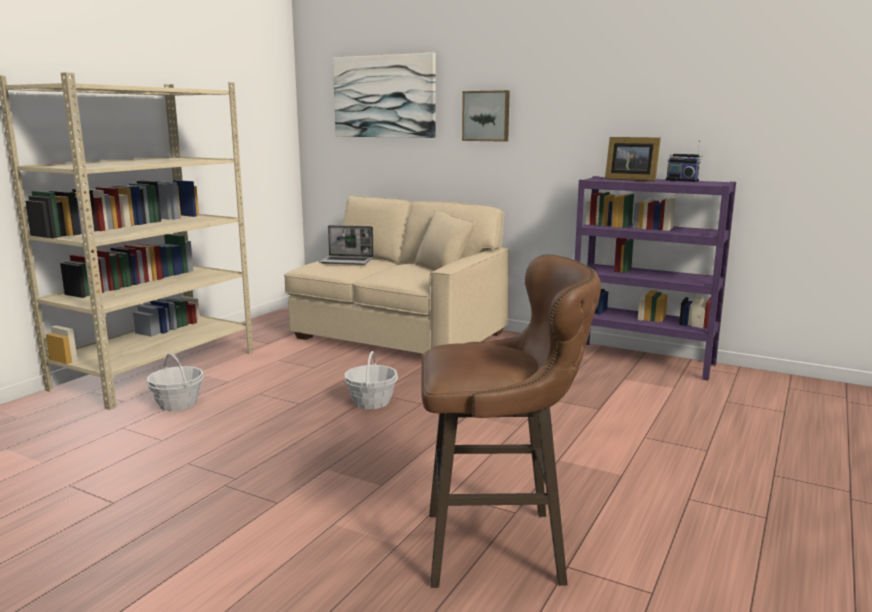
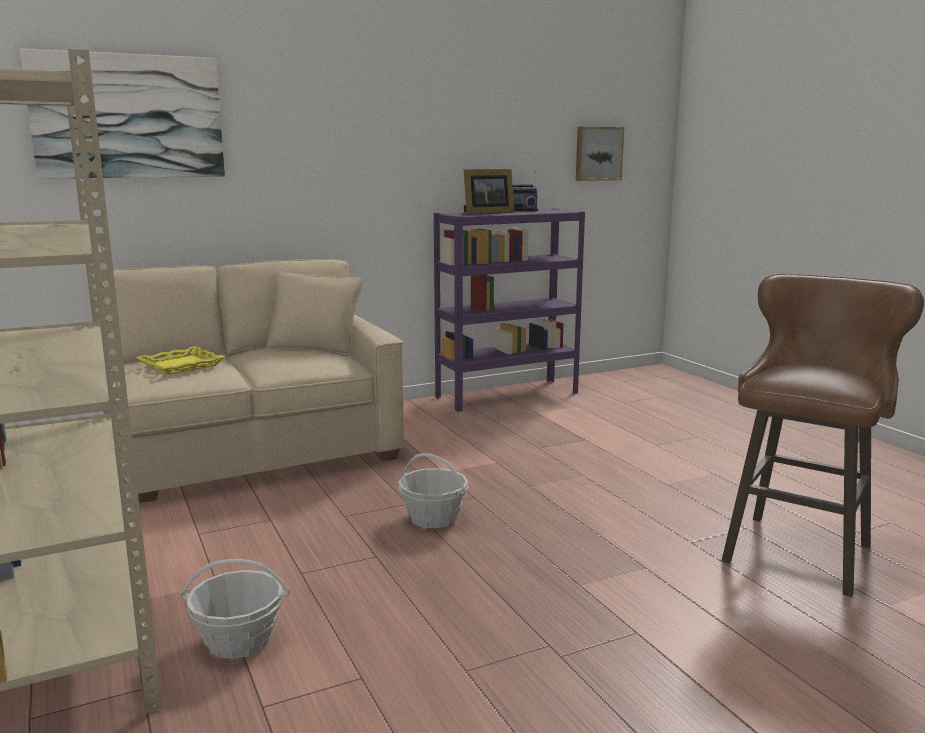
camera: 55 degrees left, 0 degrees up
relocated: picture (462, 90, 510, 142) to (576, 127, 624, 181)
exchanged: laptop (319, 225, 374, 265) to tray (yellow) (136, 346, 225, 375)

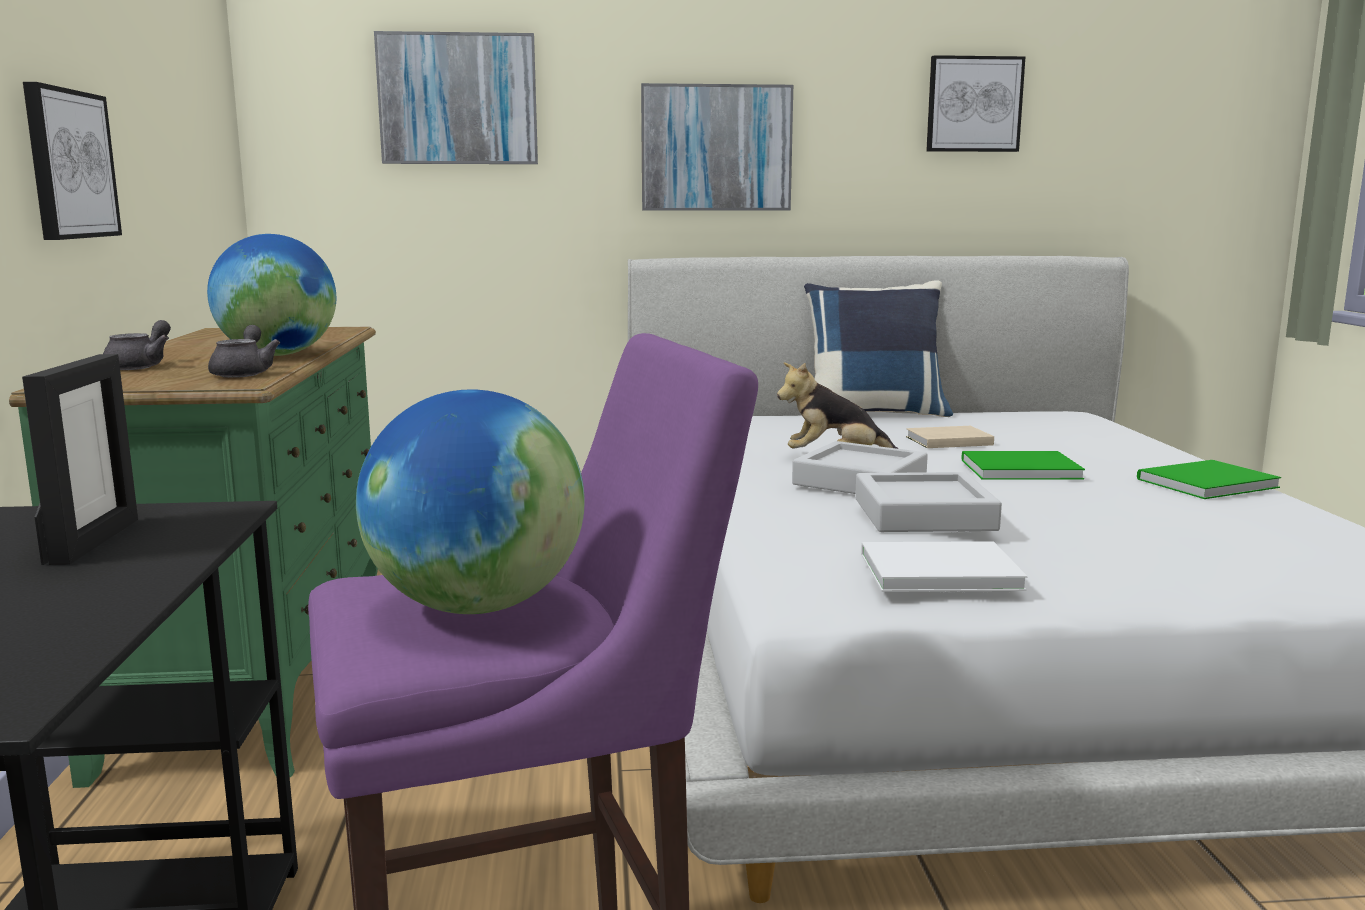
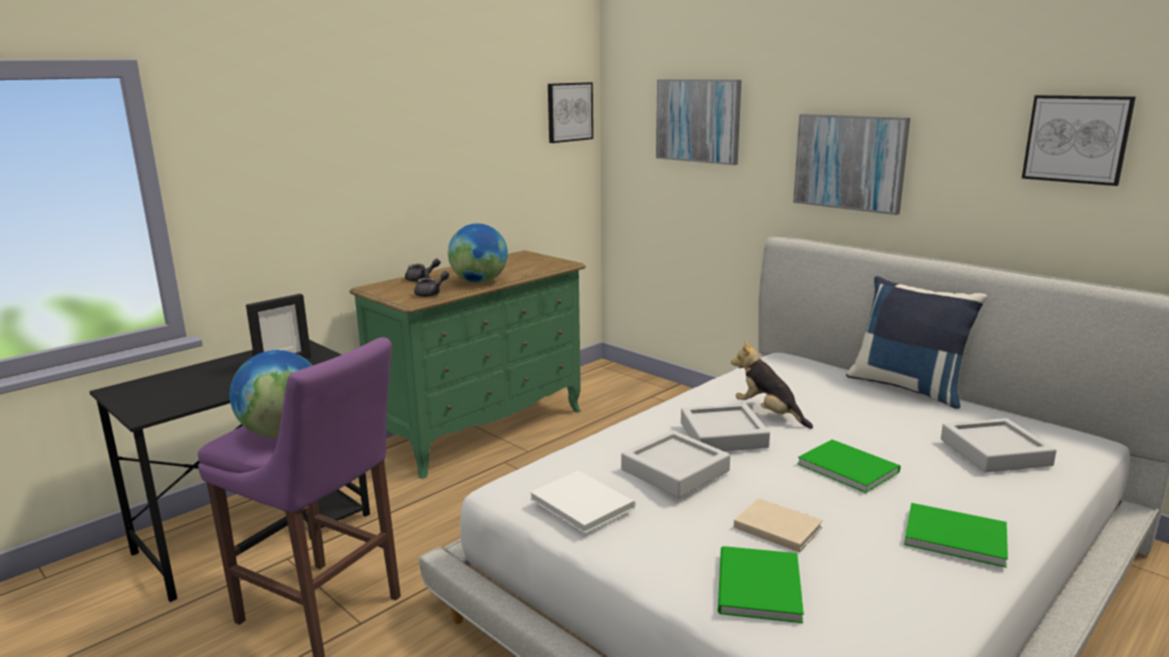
camera: 50 degrees right, 5 degrees up
appeared: book (green) (718, 546, 804, 623); tray (grey) (941, 418, 1057, 473)
relocated: picture (23, 82, 122, 240) to (548, 82, 593, 143); book (beige) (906, 426, 994, 448) to (734, 498, 823, 552)

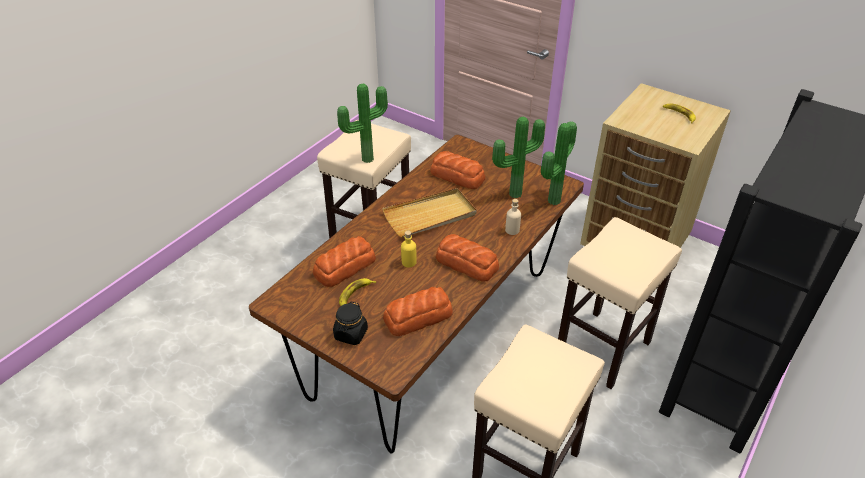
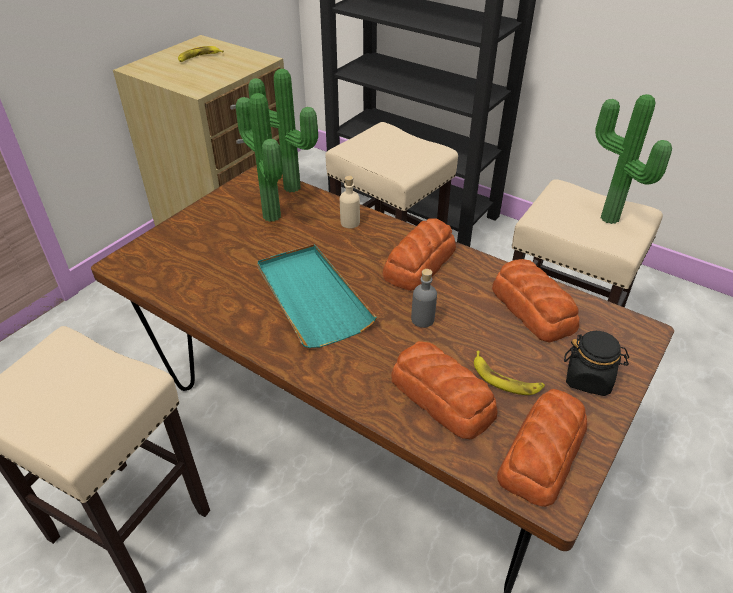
camera: 90 degrees left, 0 degrees up
relocated: potted plant (337, 84, 388, 163) to (595, 94, 672, 224); bread (430, 151, 485, 189) to (497, 389, 587, 507)
colour: tray (beige) (382, 188, 477, 237) to tray (turquoise) (257, 244, 377, 348); bottle (yellow) (401, 231, 417, 268) to bottle (grey) (411, 269, 437, 328)

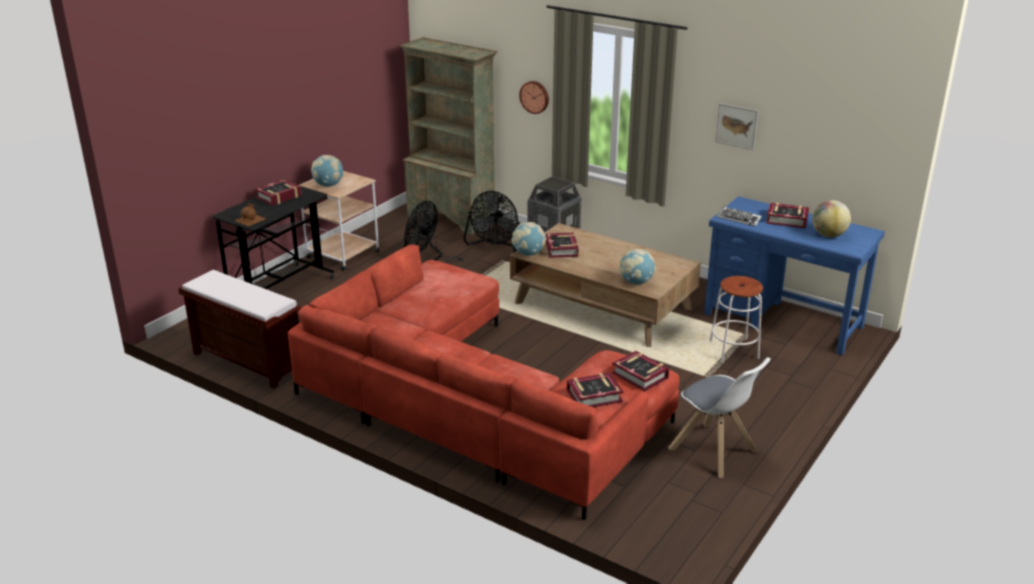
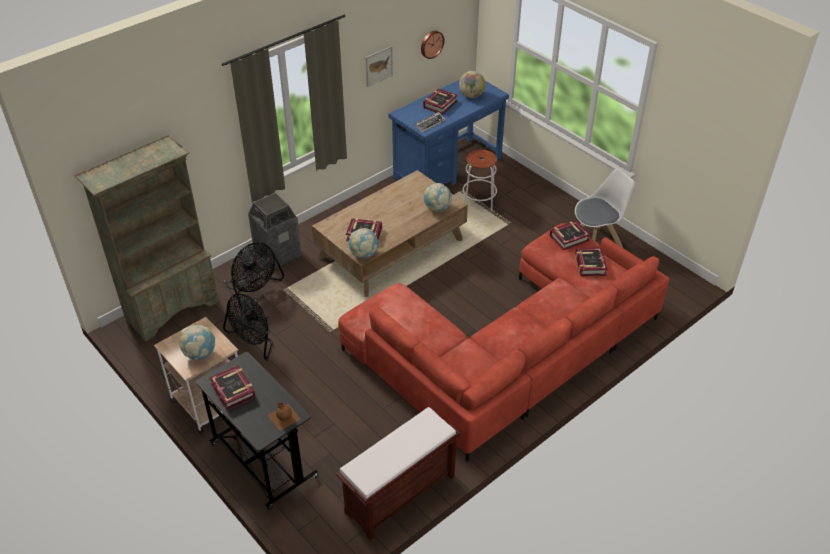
camera: 75 degrees left, 15 degrees up
relocated: wall clock (519, 81, 549, 114) to (421, 31, 444, 59)

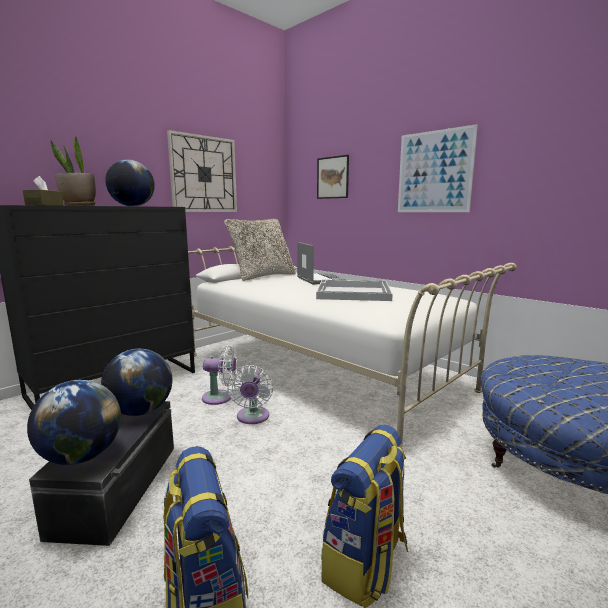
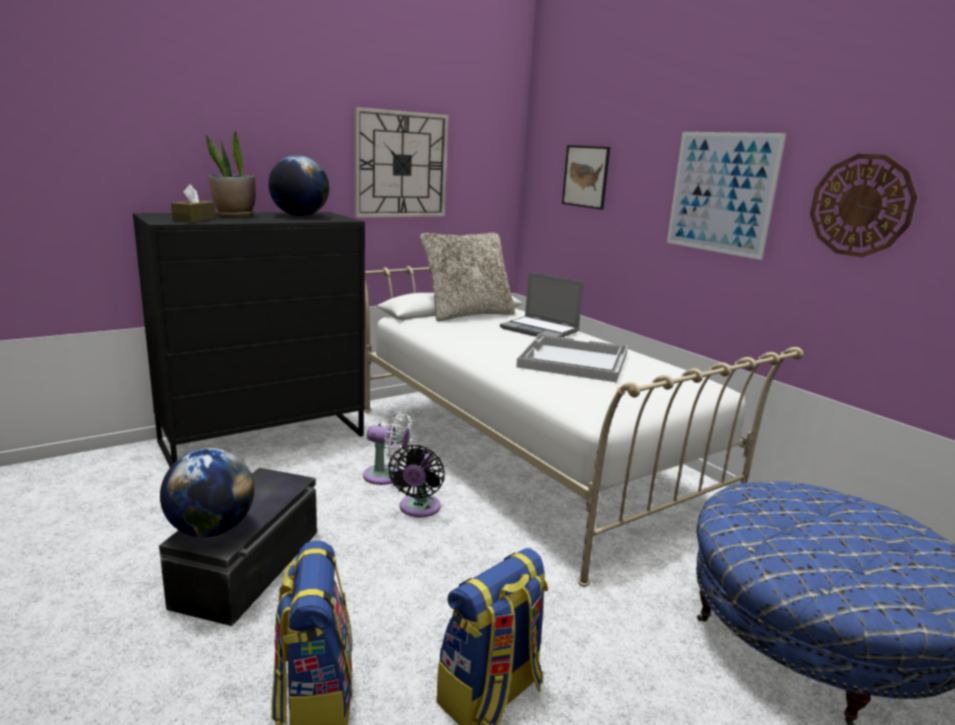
camera: 10 degrees right, 5 degrees up
missing: globe (101, 349, 172, 416)
appeared: wall clock (810, 154, 917, 257)
colour: fan (white) (227, 365, 273, 424) to fan (black) (388, 445, 445, 517)
spun: laptop (297, 242, 346, 285) = (500, 272, 584, 337) 135 degrees clockwise

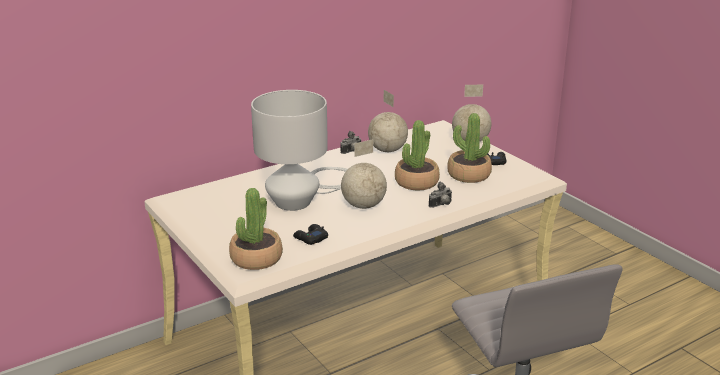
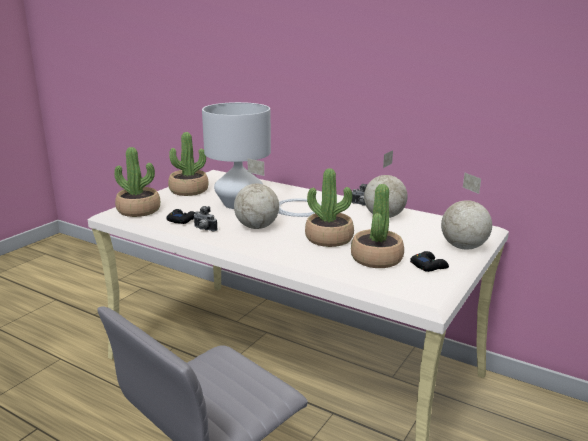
camera: 65 degrees right, 5 degrees down
appeared: potted plant (168, 132, 209, 196)
relocated: photo camera (429, 182, 452, 208) to (193, 206, 218, 231)

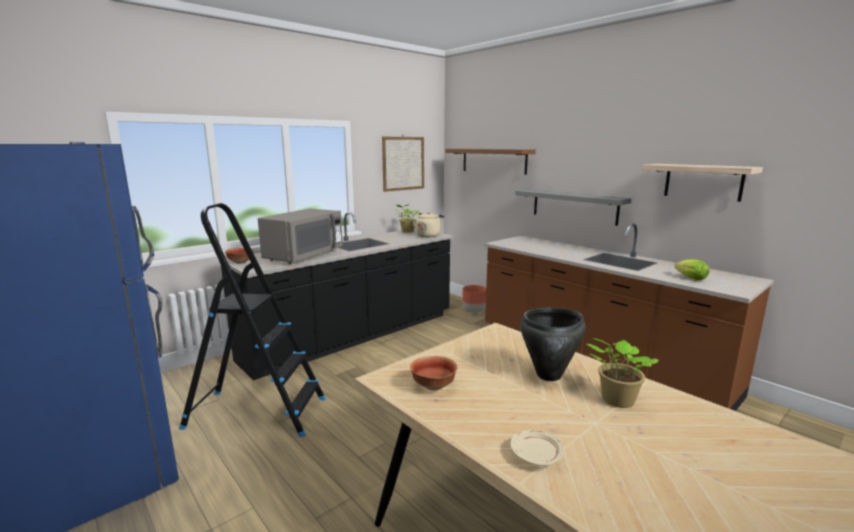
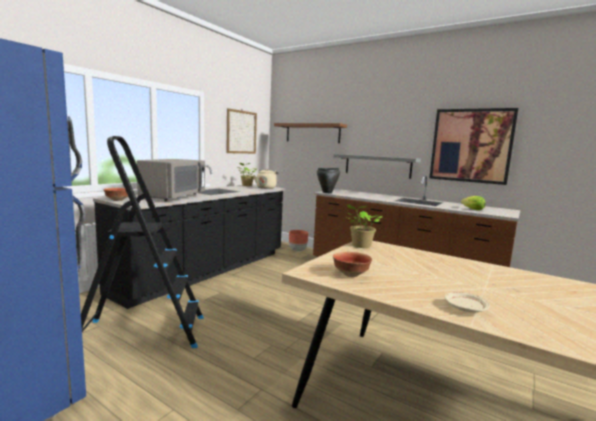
camera: 15 degrees left, 5 degrees down
relocated: cooking pot (black) (520, 308, 586, 381) to (317, 168, 340, 193); potted plant (586, 338, 659, 408) to (346, 205, 383, 248)
exchanged: shelf (641, 164, 763, 202) to picture (429, 108, 518, 185)

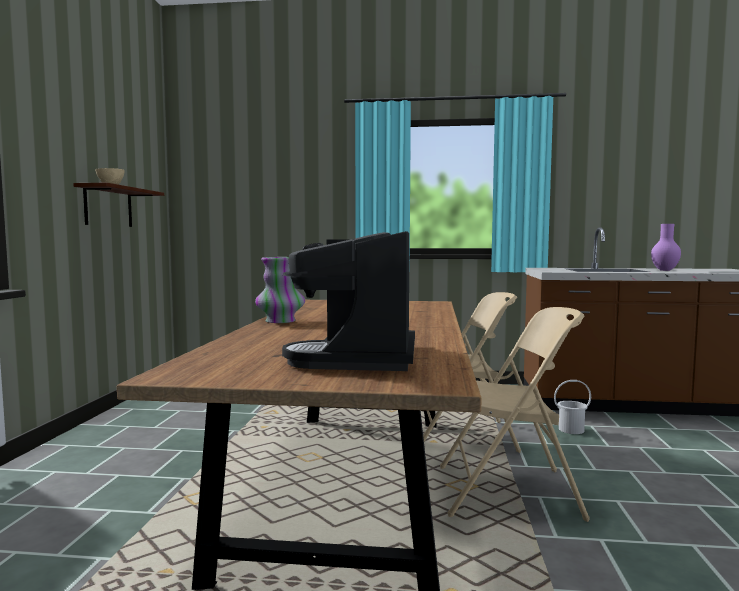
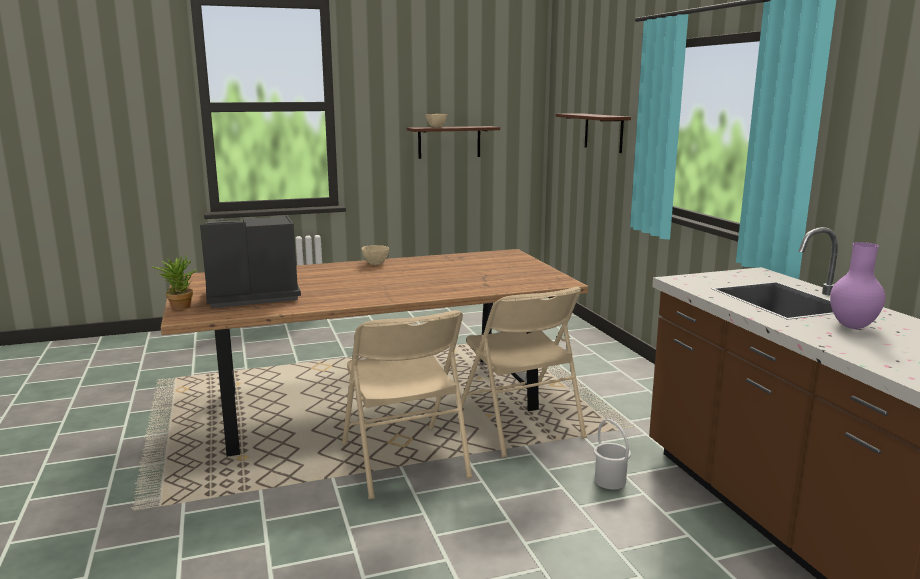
camera: 65 degrees right, 10 degrees up
appeared: potted plant (151, 255, 197, 310); shelf (brown) (556, 113, 631, 153)
exchanged: vase (255, 257, 305, 323) to bowl (beige) (362, 245, 389, 265)

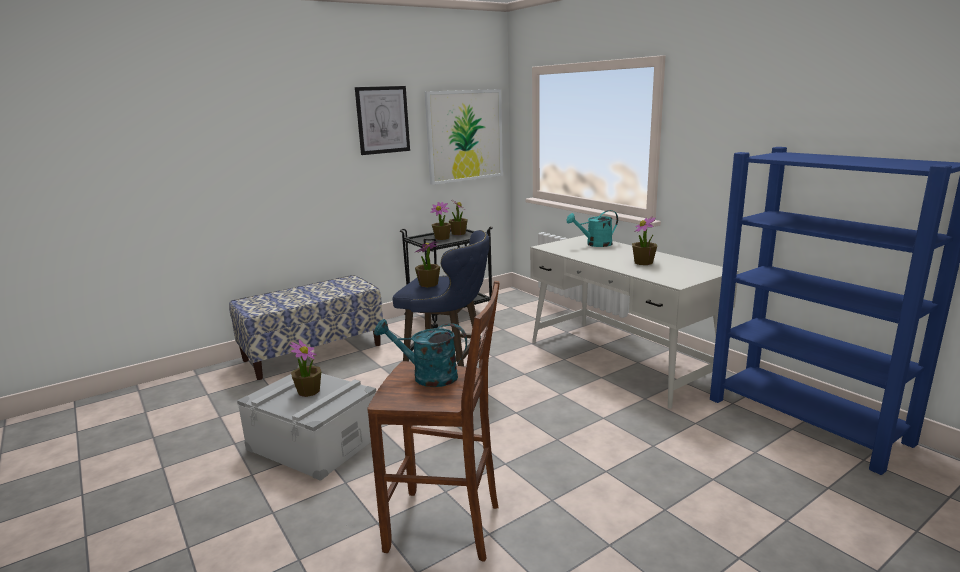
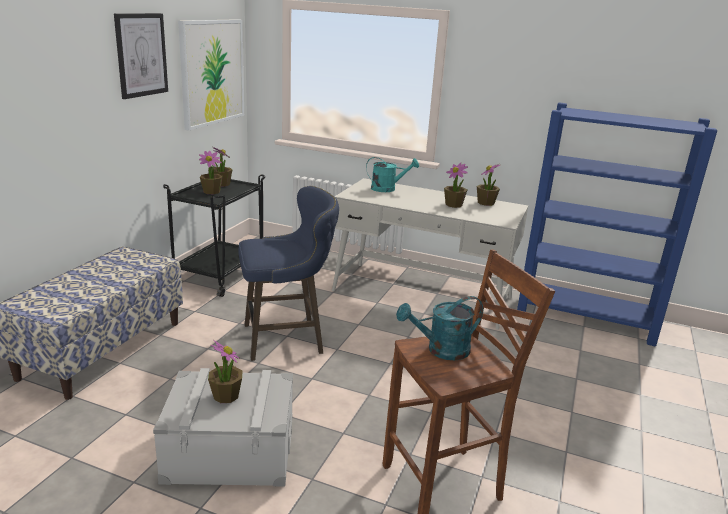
camera: 35 degrees left, 5 degrees up
relocated: potted plant (414, 241, 440, 287) to (477, 163, 500, 206)
spun: watering can (turquoise) (566, 210, 618, 247) = (366, 157, 419, 192) 135 degrees counterclockwise

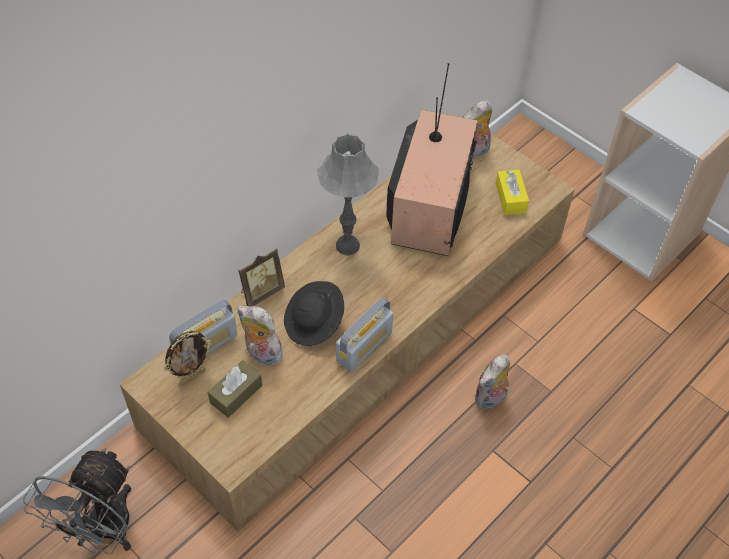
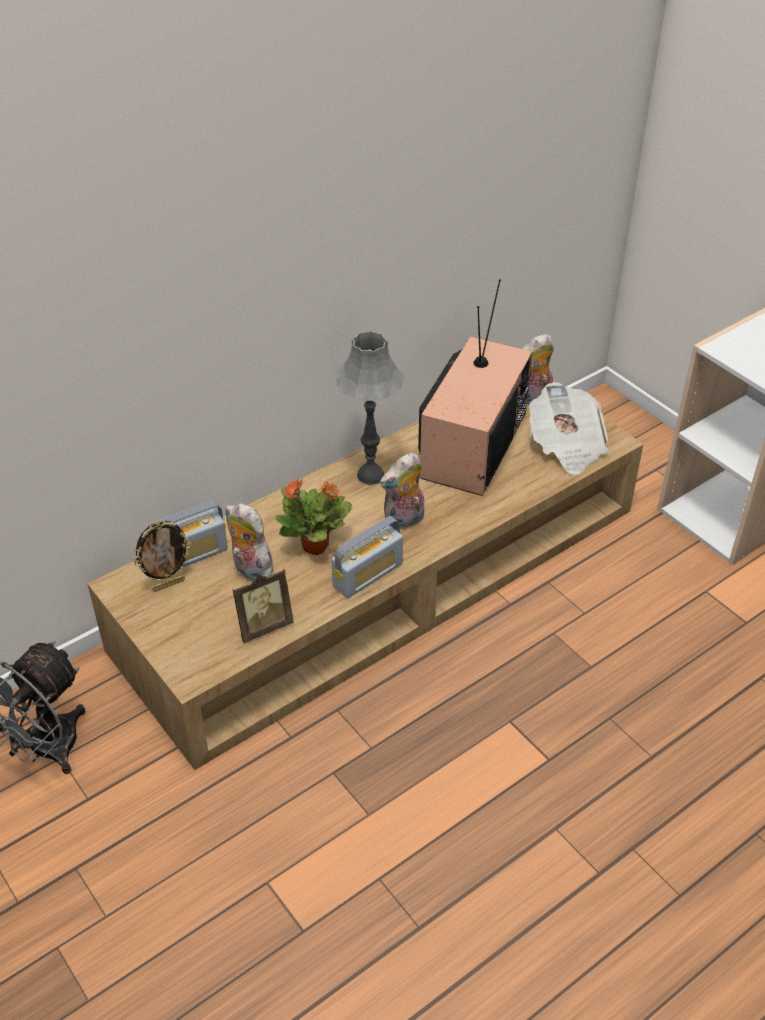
camera: 10 degrees right, 10 degrees down
missing: tissue box (brown) (208, 360, 262, 418)
relocated: picture frame (238, 248, 285, 307) to (233, 569, 293, 643); plush toy (474, 355, 510, 409) to (380, 452, 424, 530)
exchanged: hat (black) (284, 281, 344, 346) to potted plant (275, 478, 352, 555); tissue box (yellow) (495, 169, 529, 215) to newspaper (529, 382, 609, 475)

